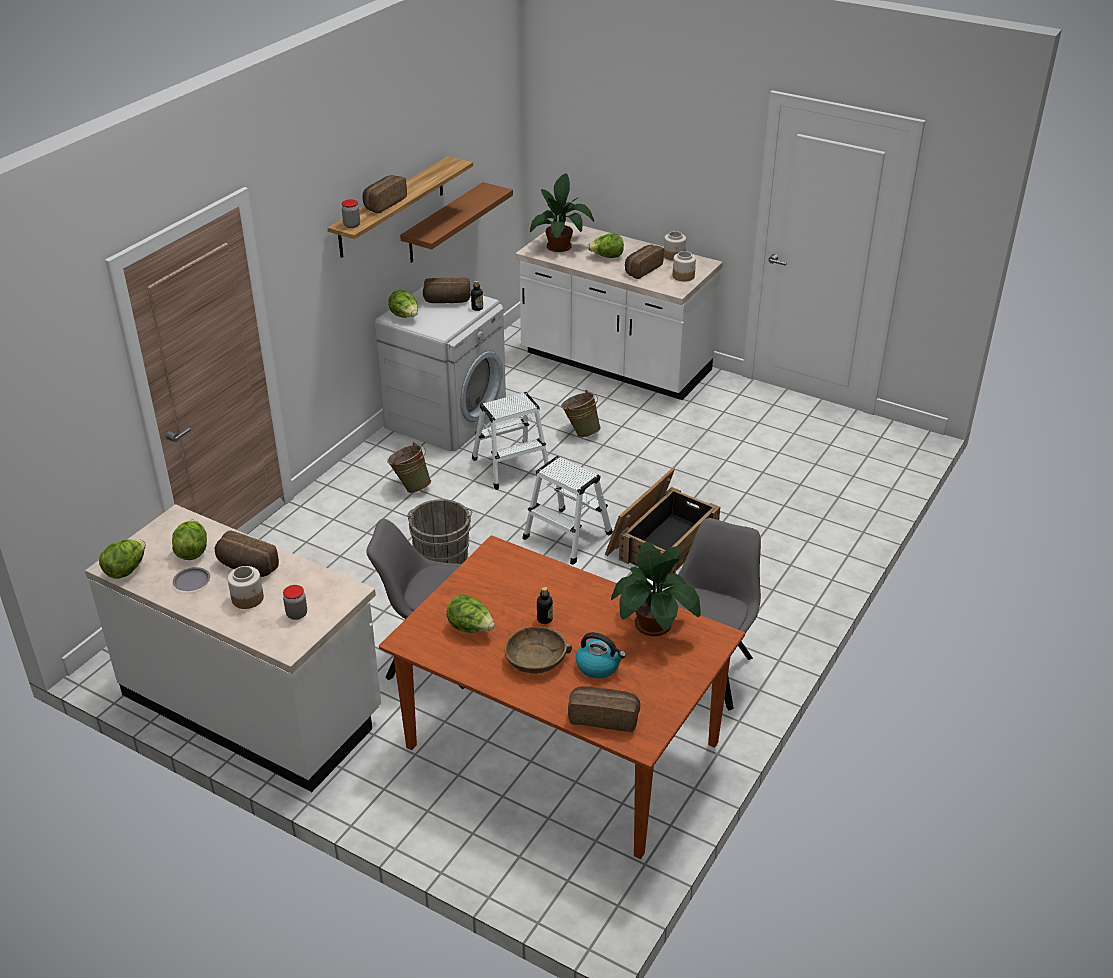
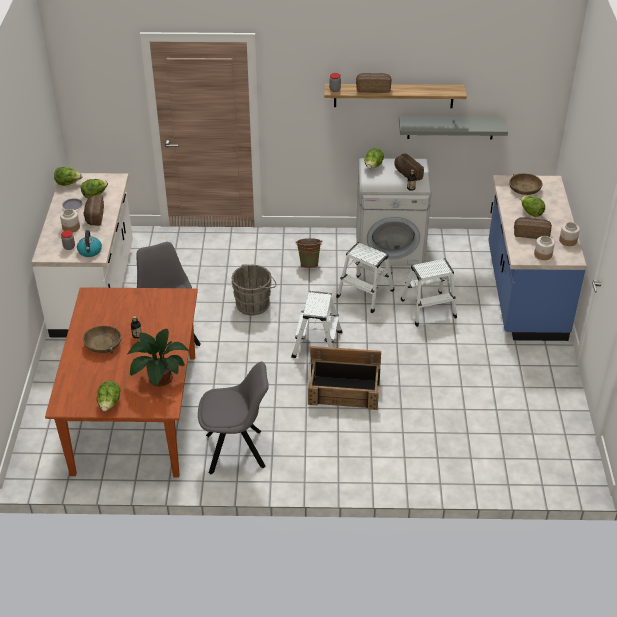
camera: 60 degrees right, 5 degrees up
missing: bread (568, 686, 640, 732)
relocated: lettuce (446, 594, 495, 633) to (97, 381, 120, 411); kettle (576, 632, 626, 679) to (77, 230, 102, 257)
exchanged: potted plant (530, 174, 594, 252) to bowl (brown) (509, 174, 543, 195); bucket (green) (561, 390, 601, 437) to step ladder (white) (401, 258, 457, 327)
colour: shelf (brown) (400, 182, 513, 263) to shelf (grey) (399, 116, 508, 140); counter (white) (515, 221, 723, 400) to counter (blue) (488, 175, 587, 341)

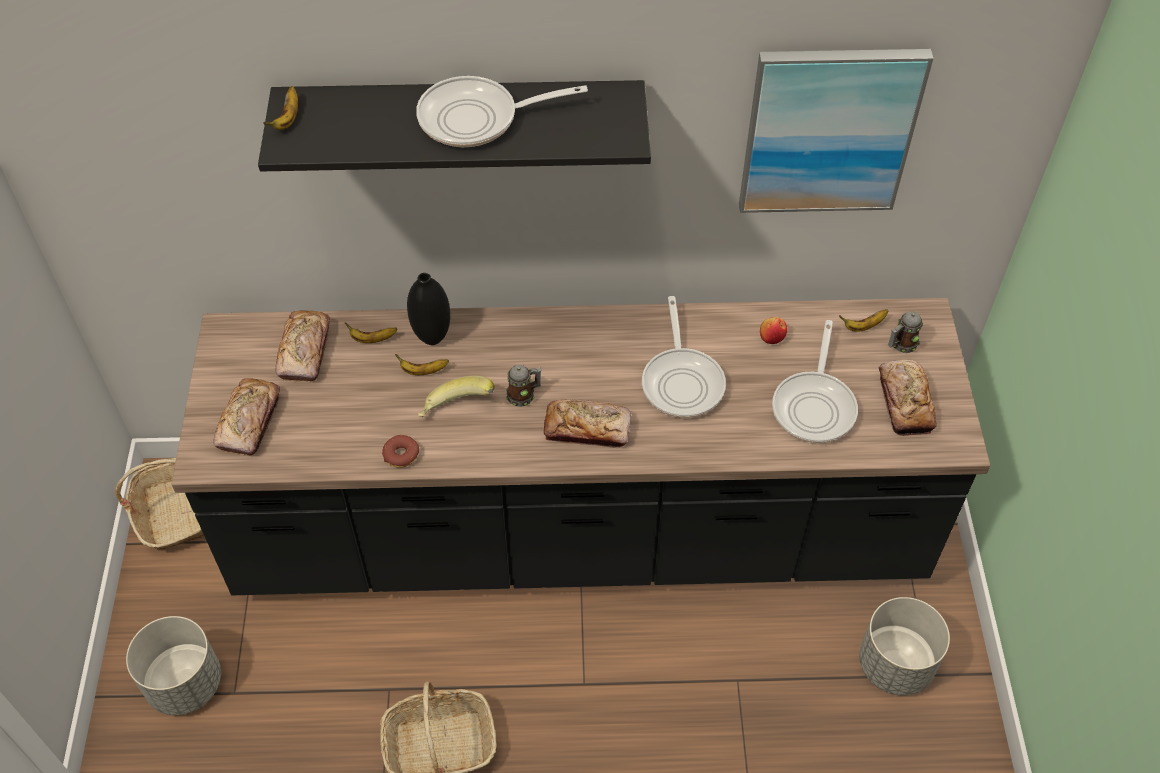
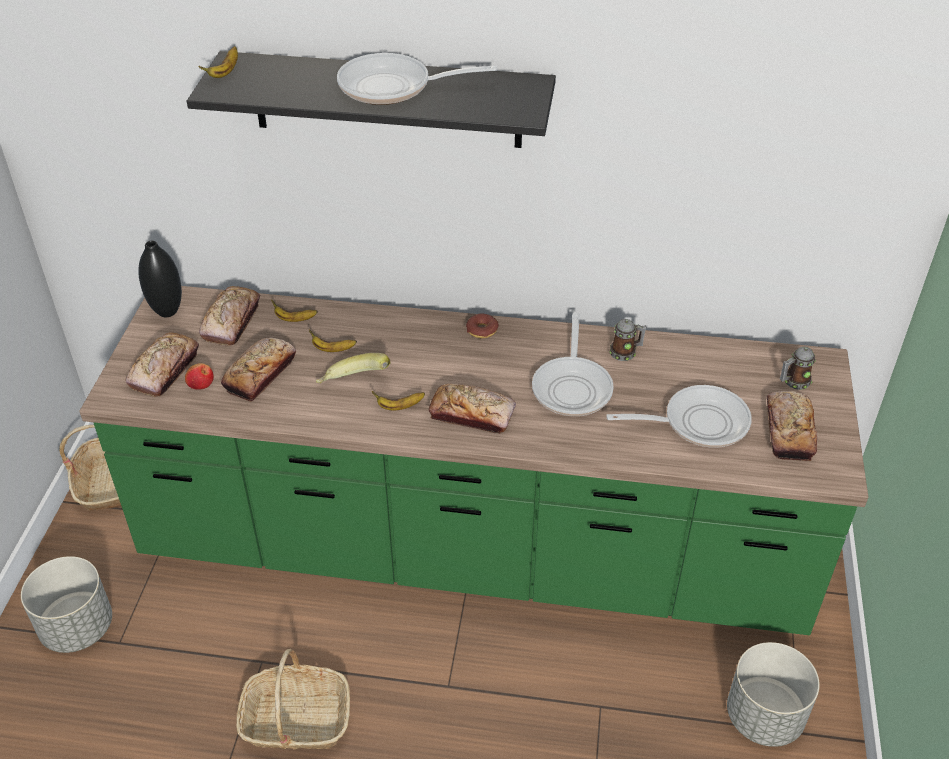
camera: 10 degrees right, 10 degrees down
missing: picture (739, 49, 933, 213)
appeared: bread (221, 337, 296, 402)
relocated: donut (382, 435, 419, 468) to (466, 314, 499, 338); vase (black) (407, 273, 450, 345) to (138, 241, 182, 317); mug (506, 365, 541, 407) to (609, 319, 647, 361); apple (760, 317, 787, 344) to (185, 363, 214, 390); banana (839, 309, 888, 332) to (372, 391, 425, 410)
colour: counter (black) (171, 298, 990, 595) to counter (green) (79, 286, 868, 635)
spun: frying pan (772, 320, 858, 443) = (606, 385, 752, 448) 120 degrees counterclockwise

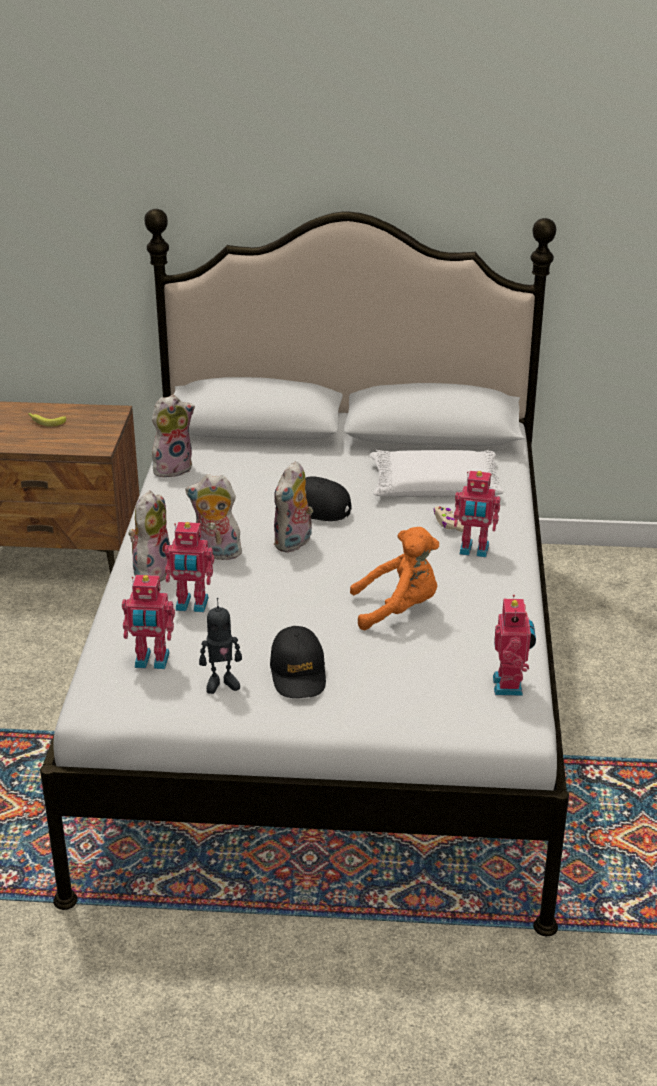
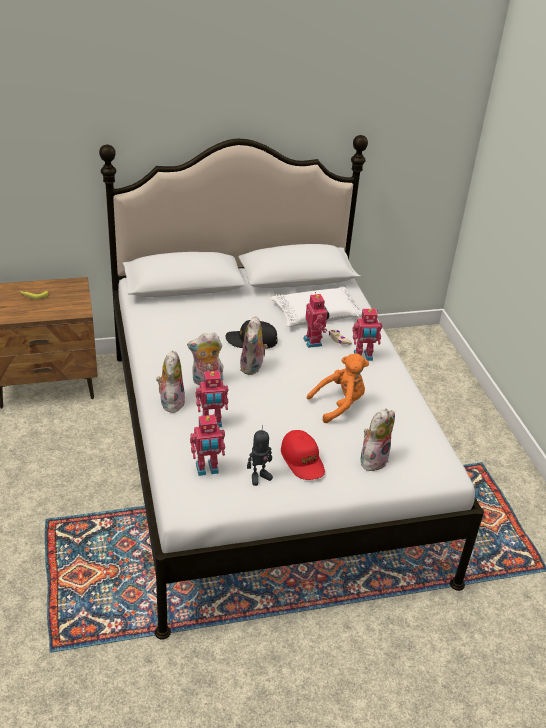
camera: 20 degrees left, 5 degrees up
relocated: plush toy (152, 395, 195, 477) to (360, 408, 395, 471); toy robot (493, 595, 536, 696) to (303, 292, 329, 348)
colour: cap (black) (270, 626, 326, 698) to cap (red) (281, 430, 325, 480)

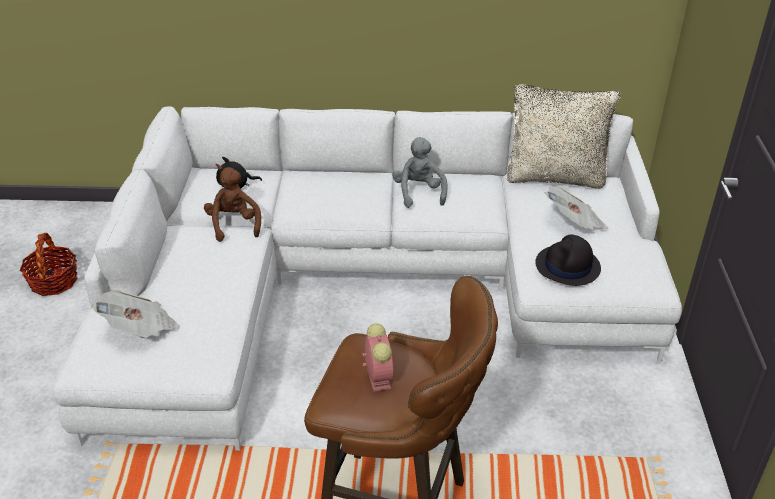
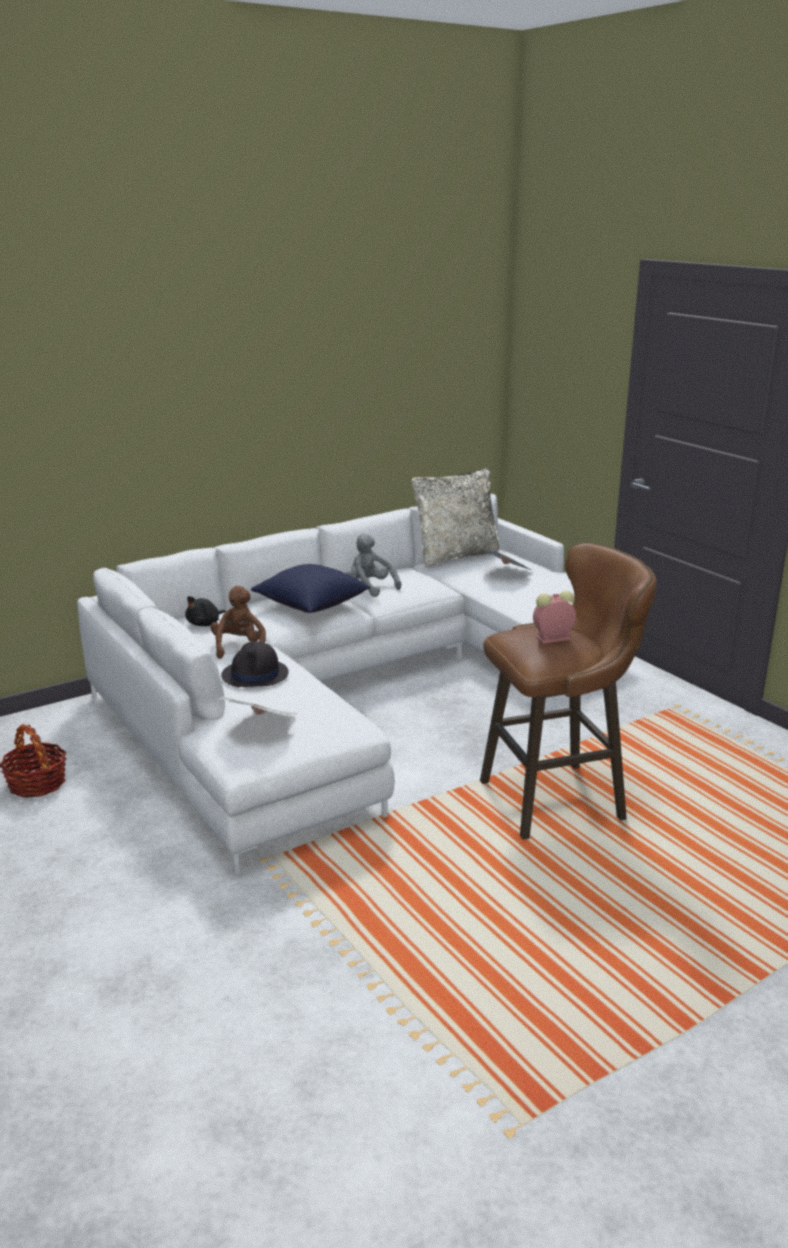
camera: 35 degrees left, 15 degrees down
appeared: pillow (blue) (251, 564, 371, 613)
relocated: hat (black) (535, 235, 601, 286) to (221, 642, 289, 687)
spun: plush toy (brown) (204, 167, 261, 242) = (211, 586, 266, 659) 45 degrees clockwise; alarm clock (362, 323, 394, 392) = (533, 591, 576, 644) 60 degrees counterclockwise

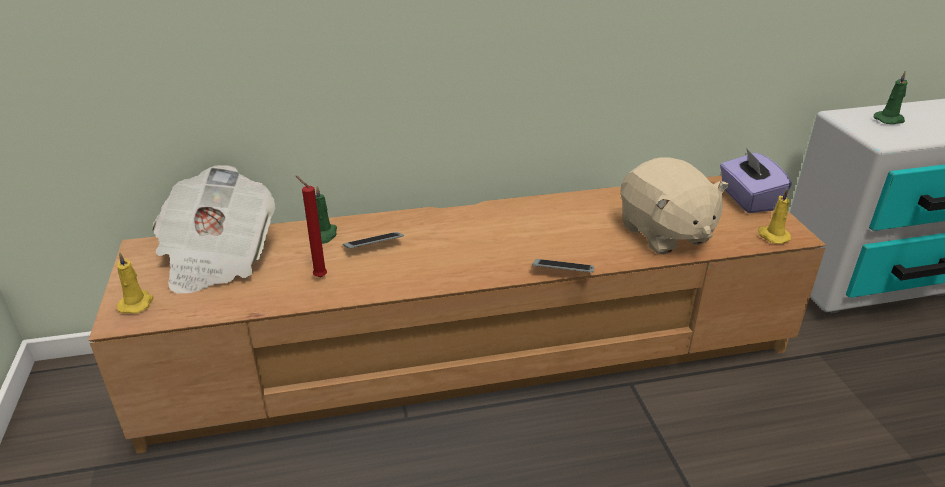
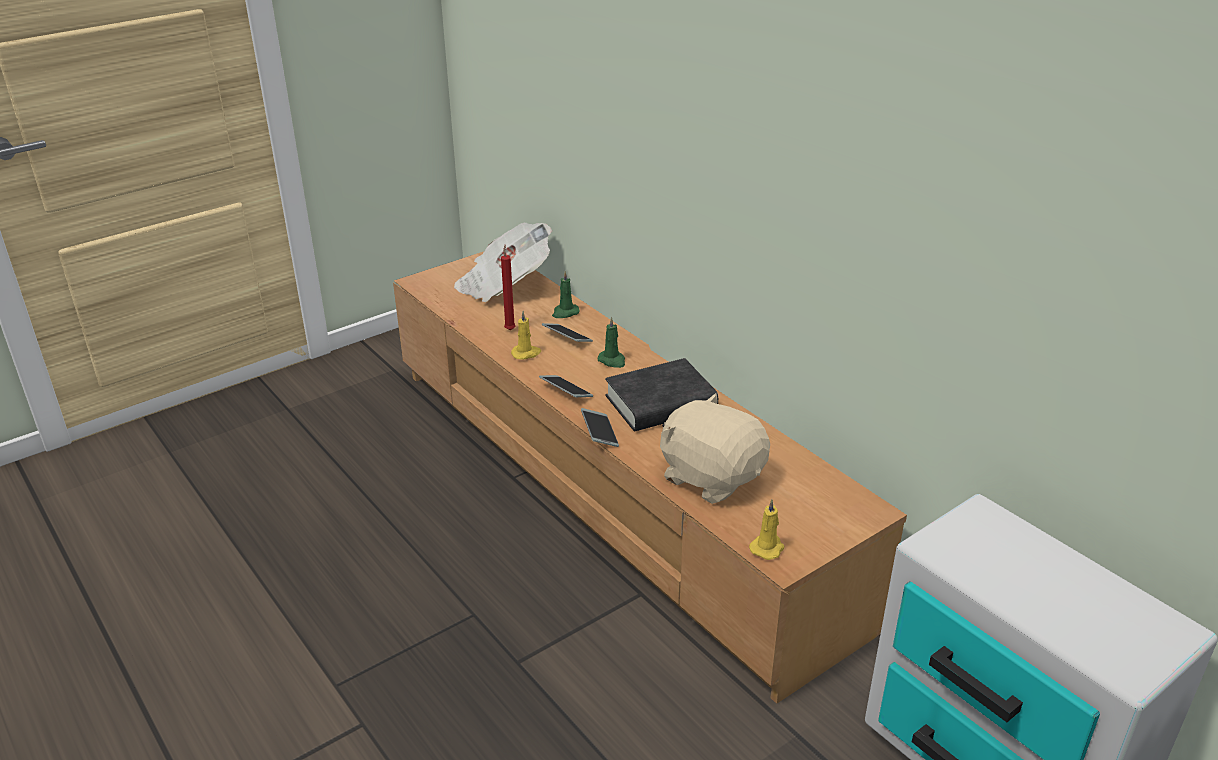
camera: 65 degrees right, 0 degrees up
missing: tissue box (purple) (720, 149, 792, 213)
appeared: phone (539, 375, 593, 397); book (black) (605, 358, 718, 431)
relocated: candle (yellow) (117, 252, 153, 314) to (511, 311, 541, 360); candle (green) (873, 71, 908, 124) to (597, 317, 625, 368)
spun: plush toy (beige) (620, 157, 729, 254) = (660, 393, 770, 504) 90 degrees clockwise

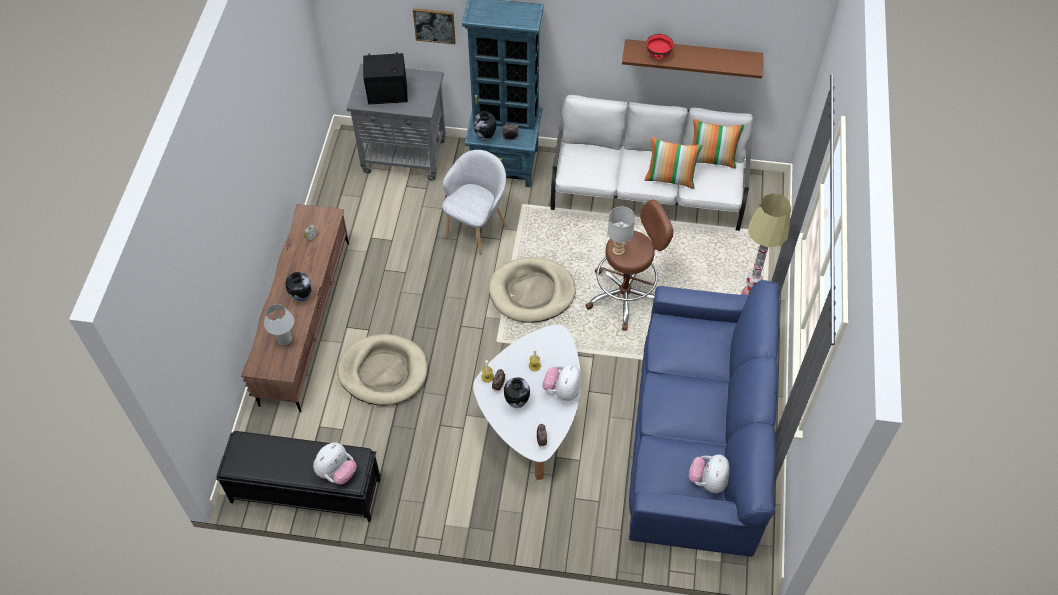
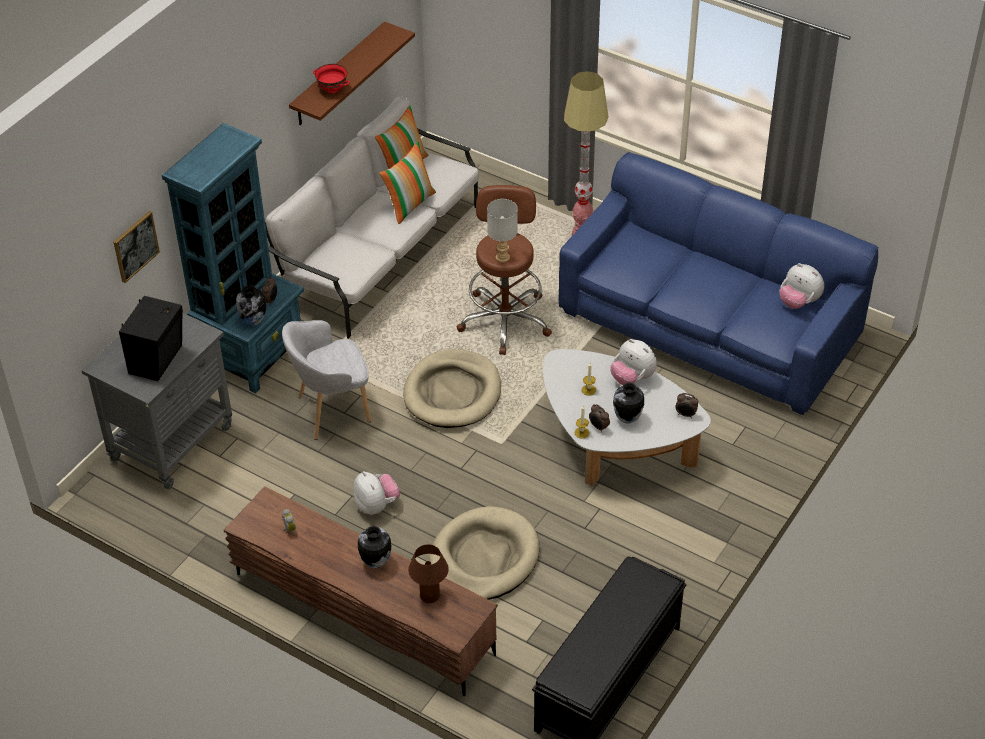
camera: 65 degrees left, 10 degrees down
relocated: plush toy (313, 442, 357, 485) to (353, 471, 400, 514)
colour: table lamp (white) (264, 304, 294, 345) to table lamp (brown) (408, 544, 449, 603)
spun: armchair (grey) (442, 150, 507, 255) = (282, 320, 371, 440) 75 degrees counterclockwise

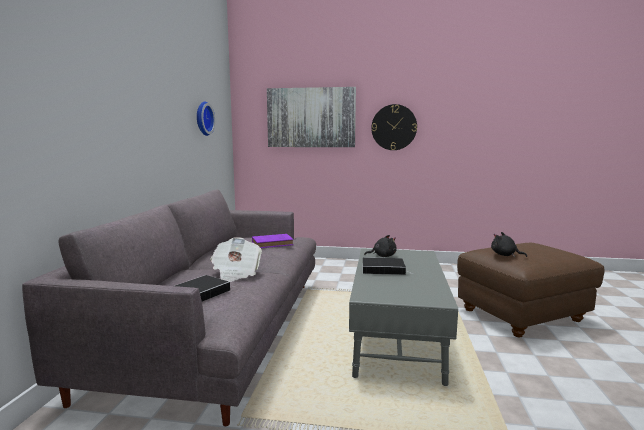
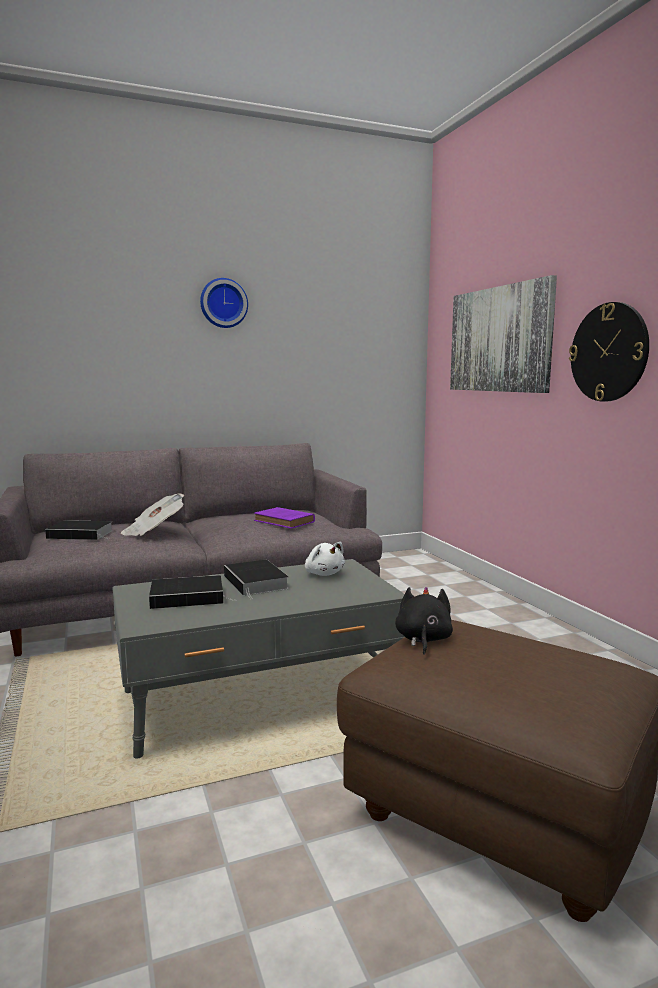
camera: 60 degrees right, 0 degrees up
appeared: book (149, 575, 235, 609)
relocated: wall clock (197, 101, 215, 136) to (200, 278, 248, 328)
colour: plush toy (black) (364, 235, 397, 257) to plush toy (white) (305, 542, 345, 576)

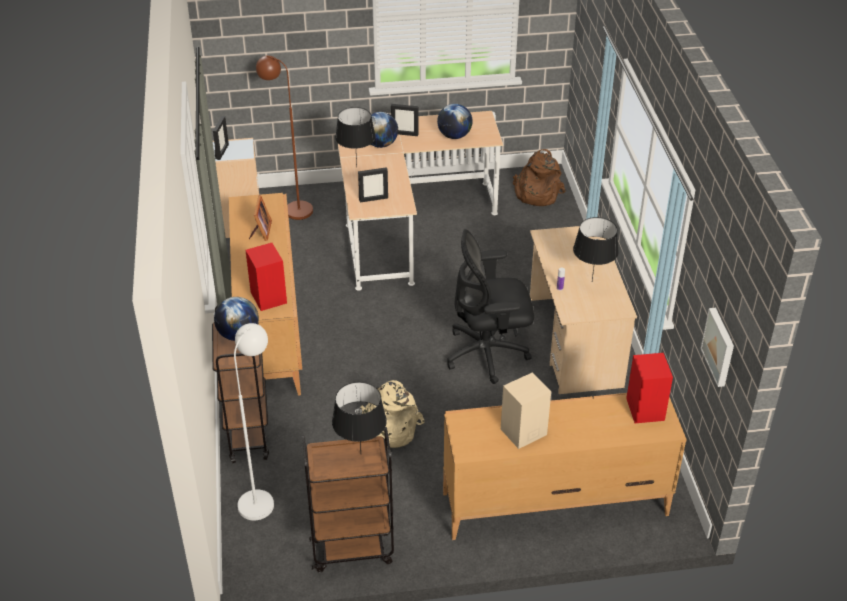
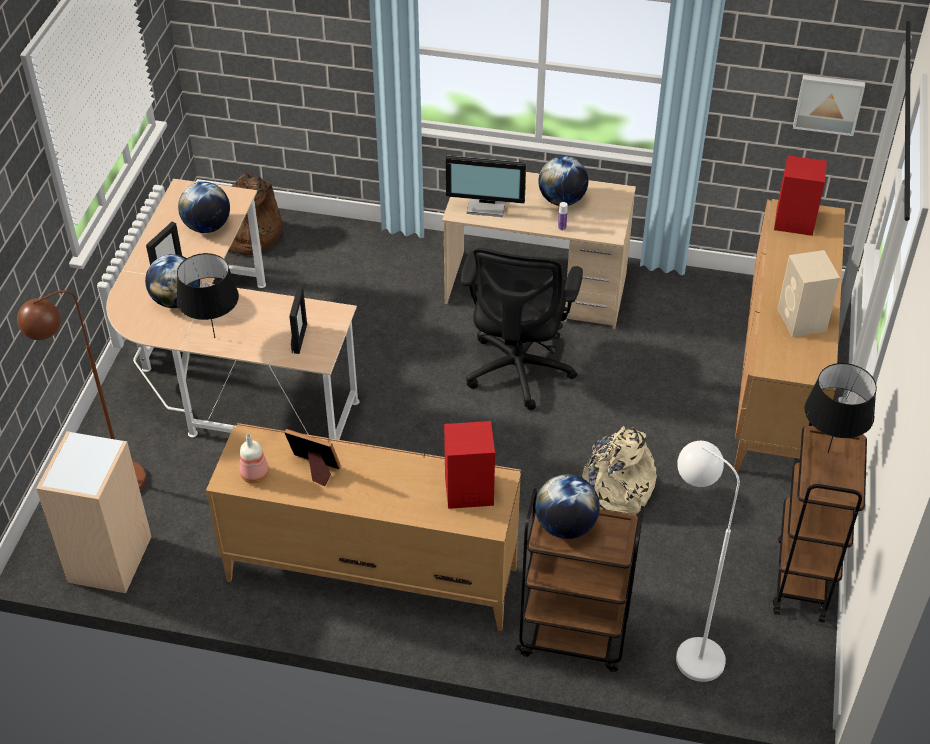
camera: 70 degrees left, 5 degrees up
missing: picture frame (213, 116, 229, 160)
appeared: bottle (240, 434, 269, 483); monitor (446, 156, 526, 217)
exchanged: table lamp (black) (573, 217, 619, 281) to globe (538, 156, 588, 206)

